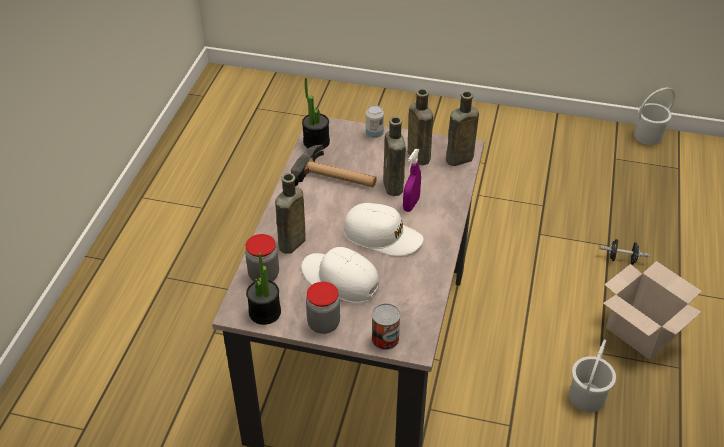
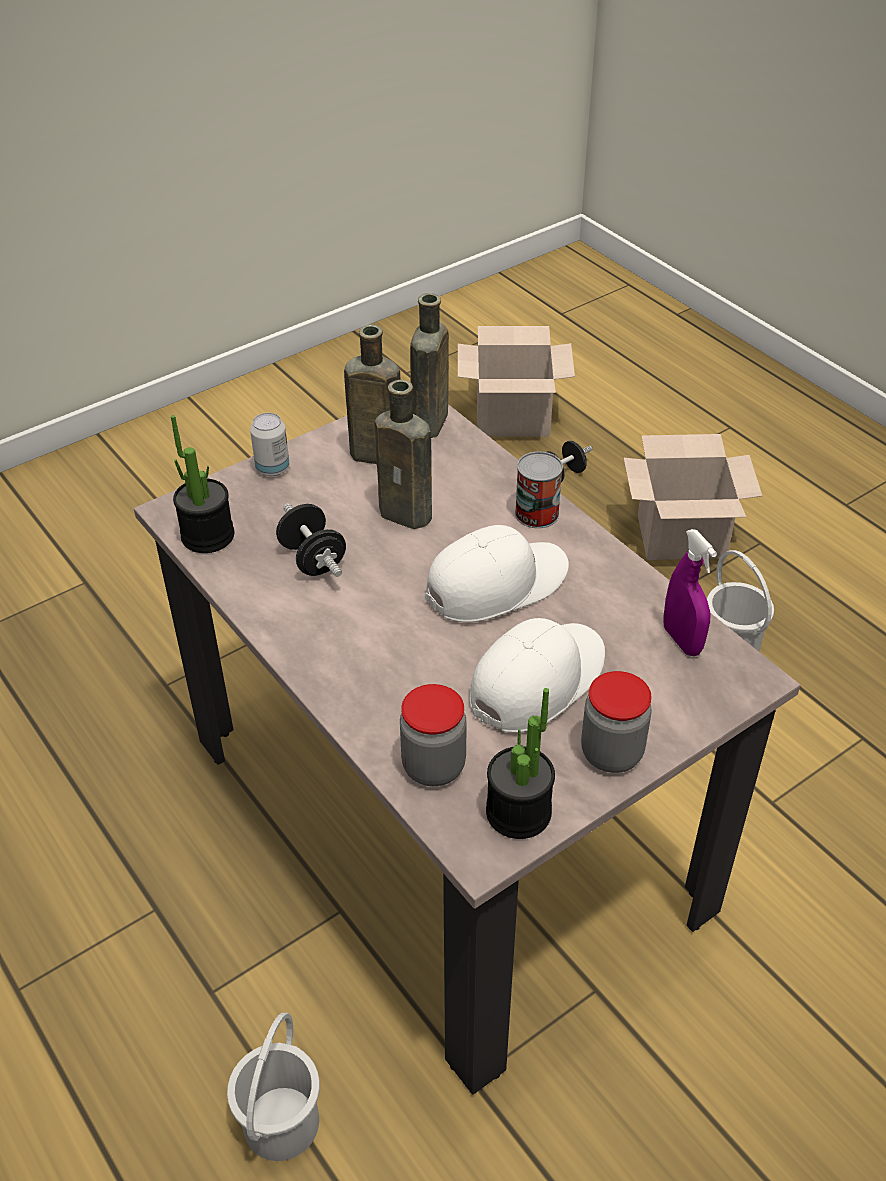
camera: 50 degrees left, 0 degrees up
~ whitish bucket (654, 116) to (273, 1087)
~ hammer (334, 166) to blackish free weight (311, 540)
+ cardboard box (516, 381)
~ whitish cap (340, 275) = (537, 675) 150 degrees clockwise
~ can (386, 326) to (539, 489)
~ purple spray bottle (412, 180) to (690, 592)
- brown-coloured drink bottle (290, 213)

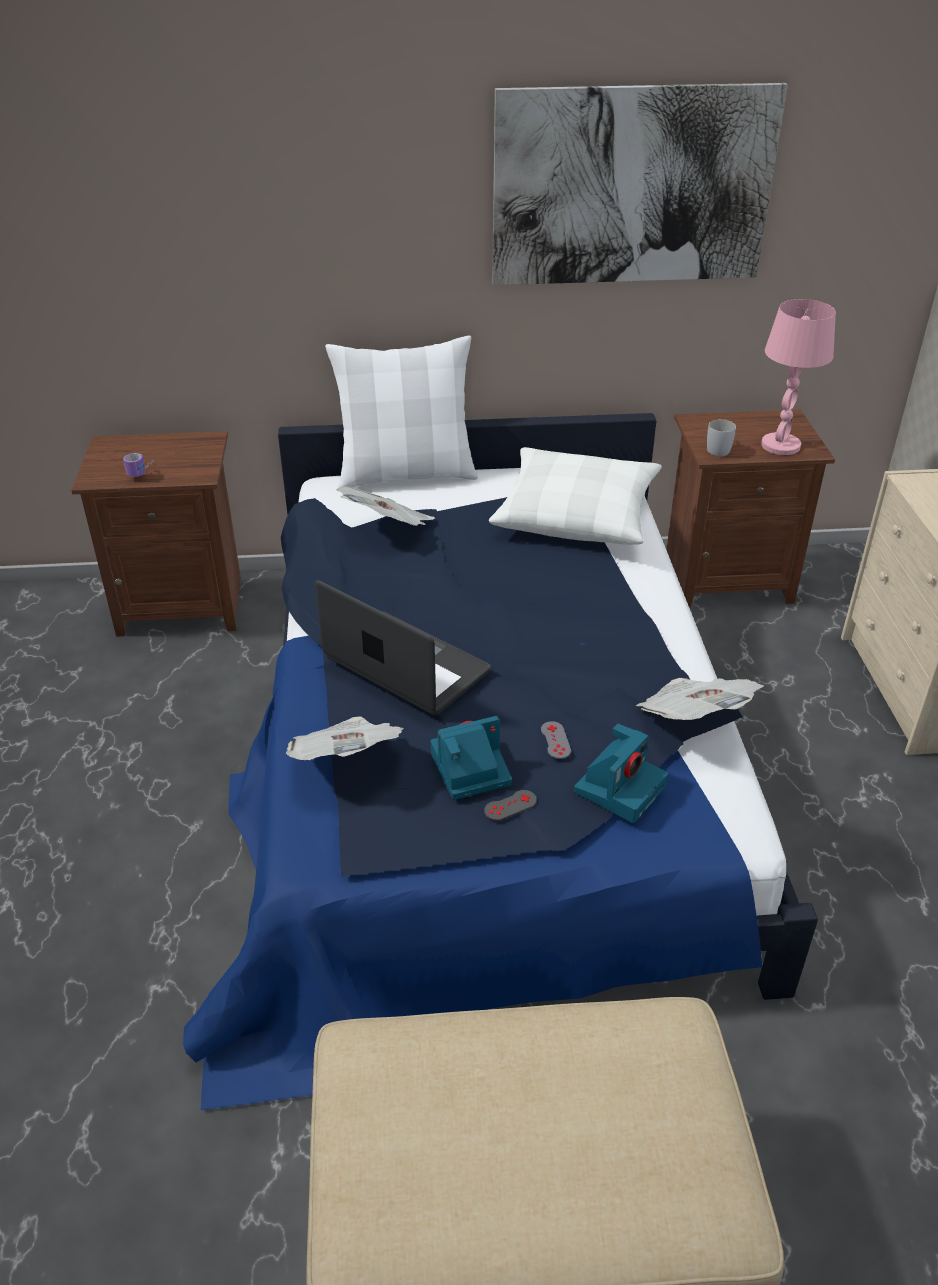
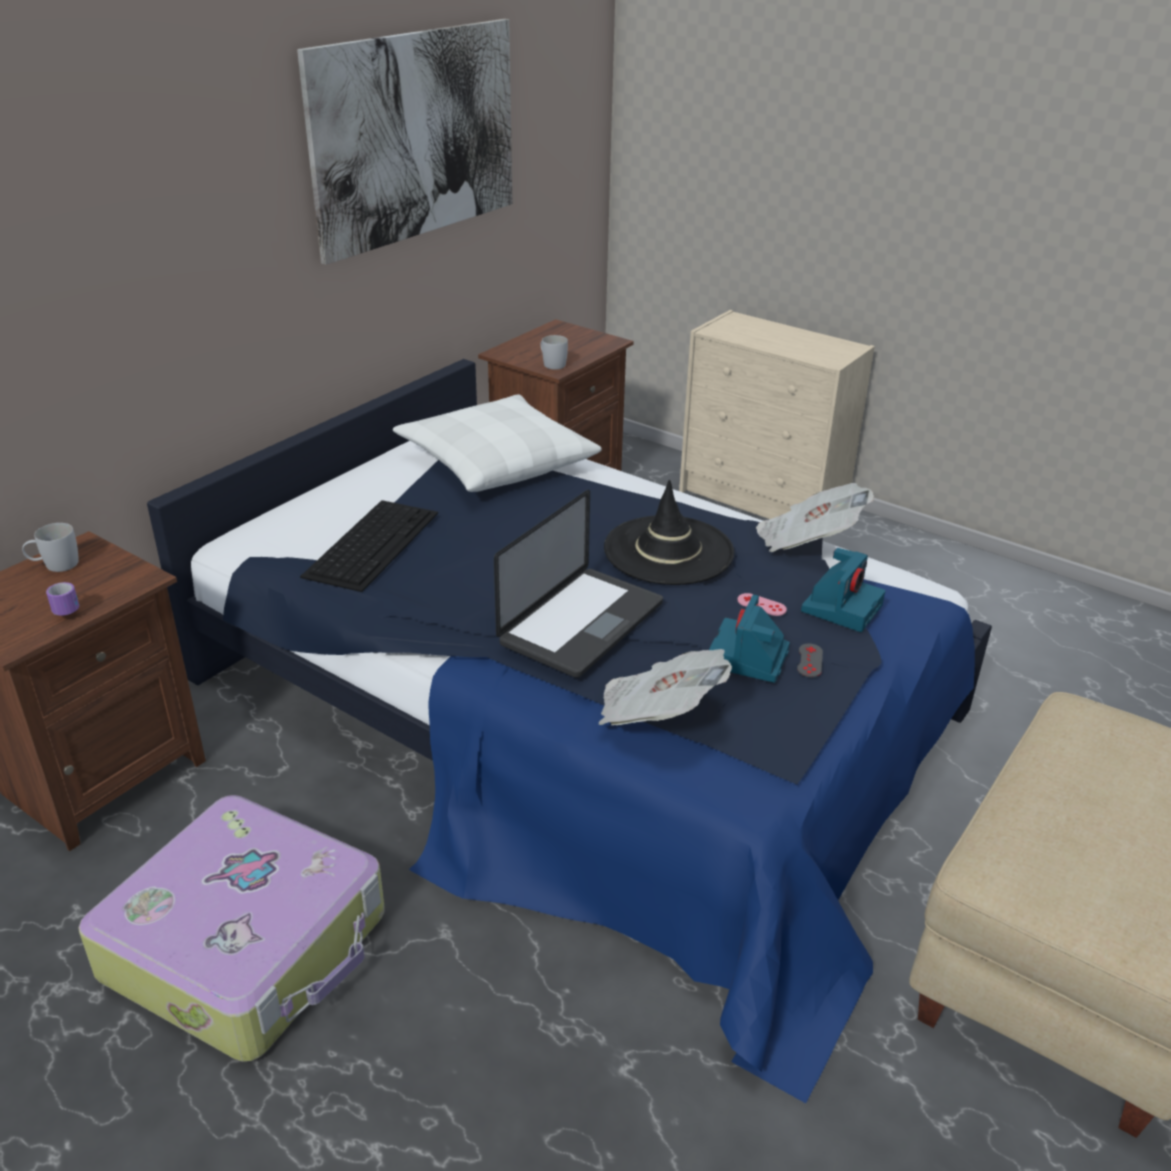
camera: 50 degrees left, 5 degrees down
+ whitish mug (50, 547)
+ piece of luggage (231, 928)
~ printed paper (386, 506) to computer keyboard (369, 546)
~ notebook computer (403, 647) = (578, 584) 135 degrees clockwise
+ blackish wearable hat (669, 532)
~ greyish game controller (556, 740) to pinkish game controller (762, 604)
~ photo camera (621, 773) = (843, 590) 45 degrees clockwise
- whitish cushion (401, 411)
- pinkish tabletop lamp (798, 377)

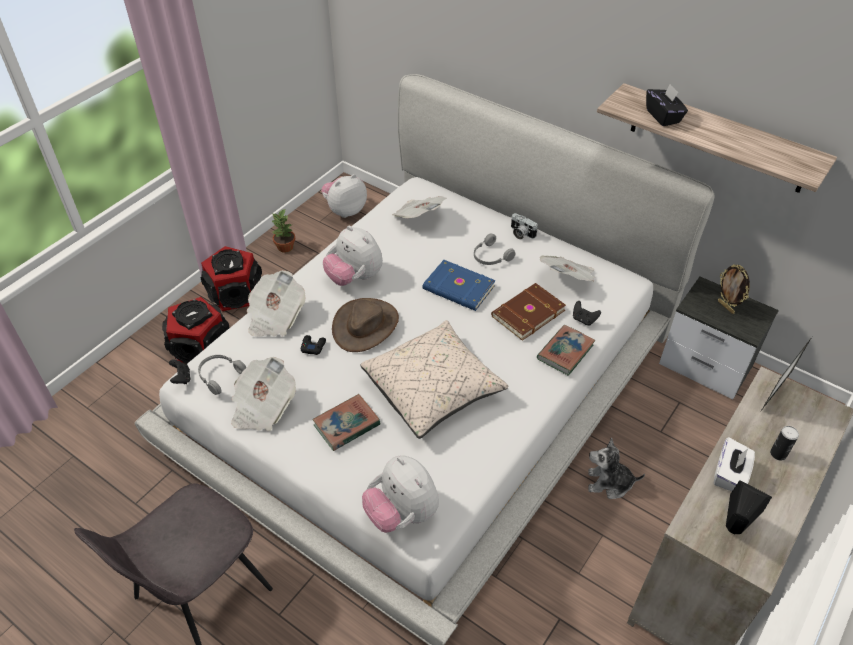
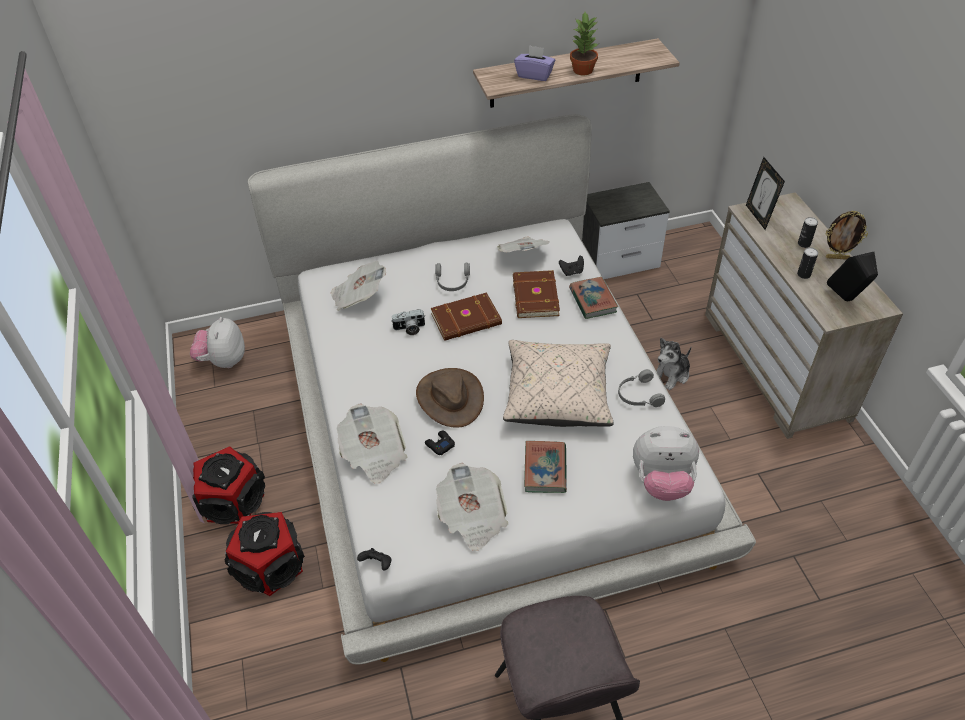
camera: 50 degrees left, 0 degrees up
~ photo camera (524, 226) to (408, 322)
~ blue-coloured volume (459, 285) to brown-coloured volume (466, 316)
~ blackish box of tissues (667, 105) to purple box of tissues (534, 63)
~ plant in a pot (283, 230) to (584, 44)
~ greyish headset (222, 375) to (641, 388)
~ whitish box of tissues (734, 464) to can (807, 263)
~ photo frame (734, 289) to (847, 235)
- cuddly toy (353, 256)

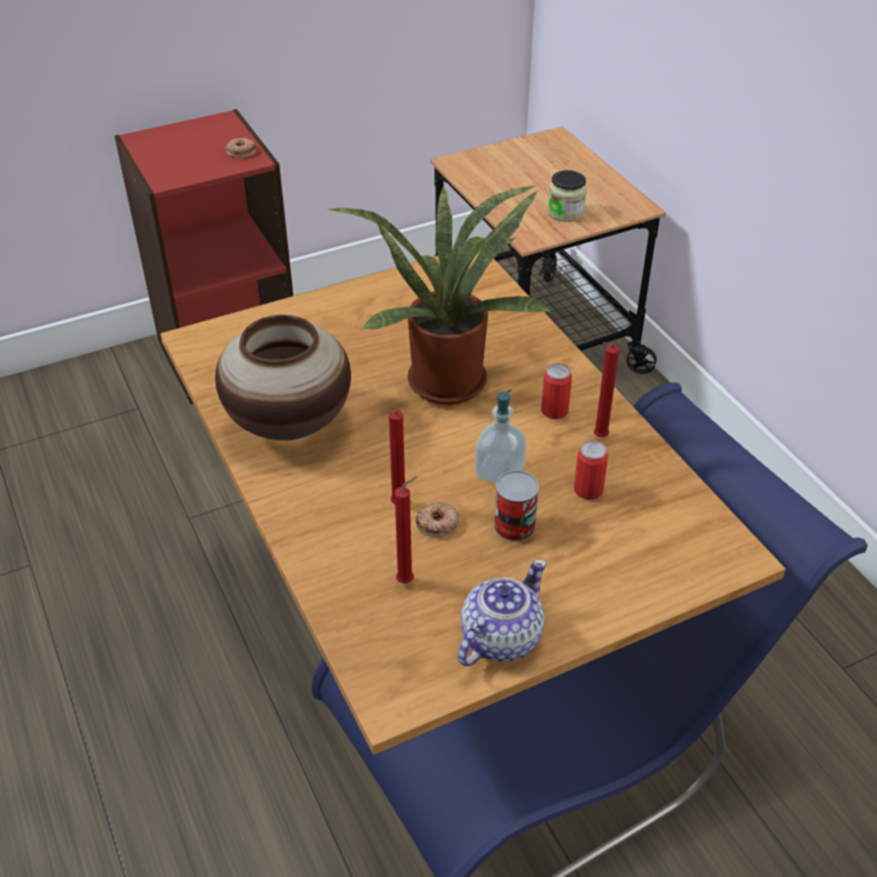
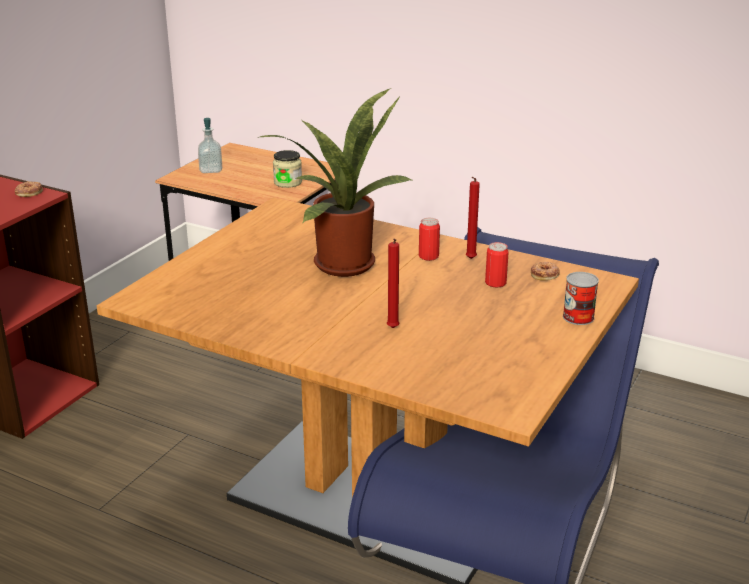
camera: 35 degrees left, 15 degrees down
~ soap bottle (500, 437) to (210, 145)
~ doughnut (438, 519) to (545, 271)
~ can (516, 506) to (581, 298)
- decorative vase (283, 377)
- reddish wax light (406, 530)
- teapot (502, 612)

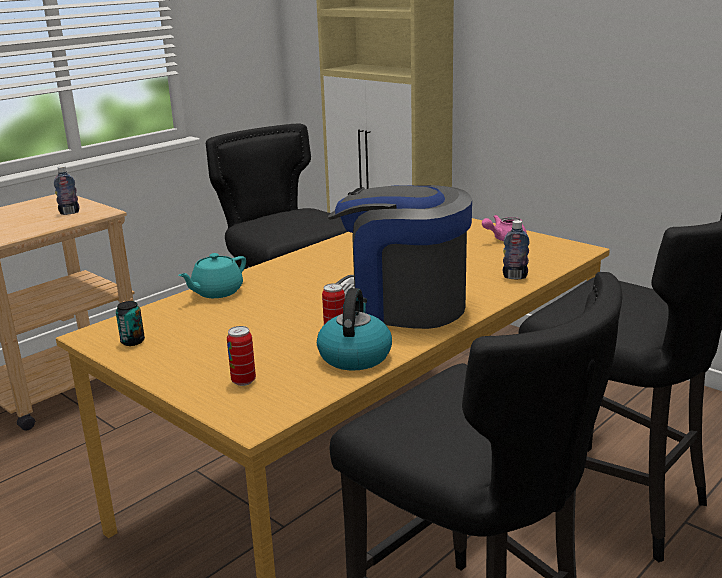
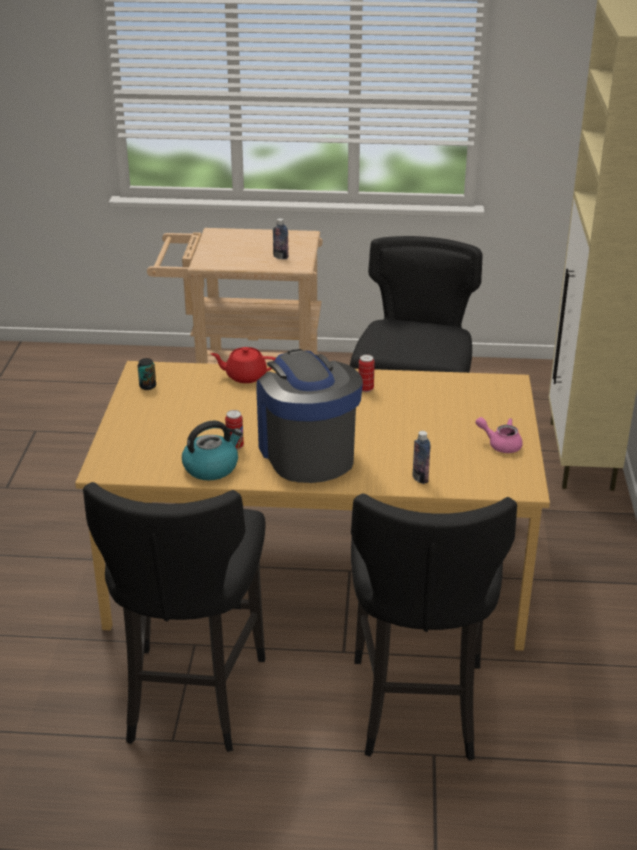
camera: 50 degrees right, 10 degrees up
~ turquoise teapot (212, 275) to reddish teapot (243, 365)
~ can (241, 356) to (366, 373)

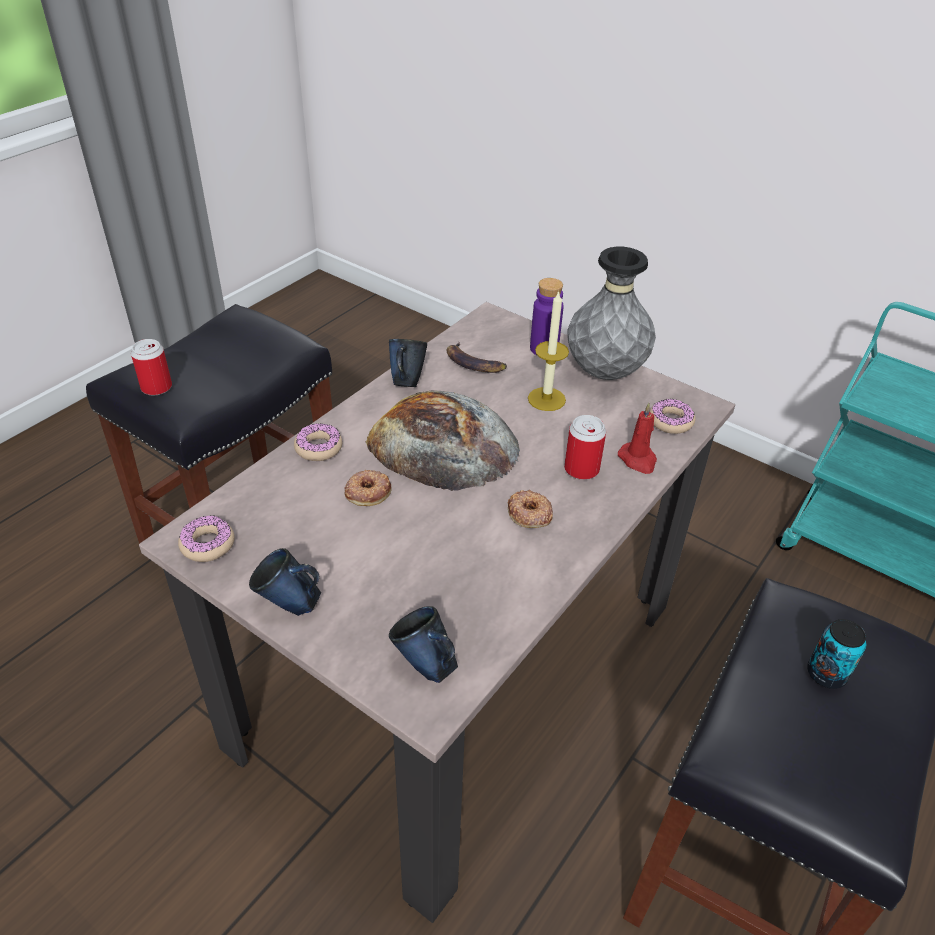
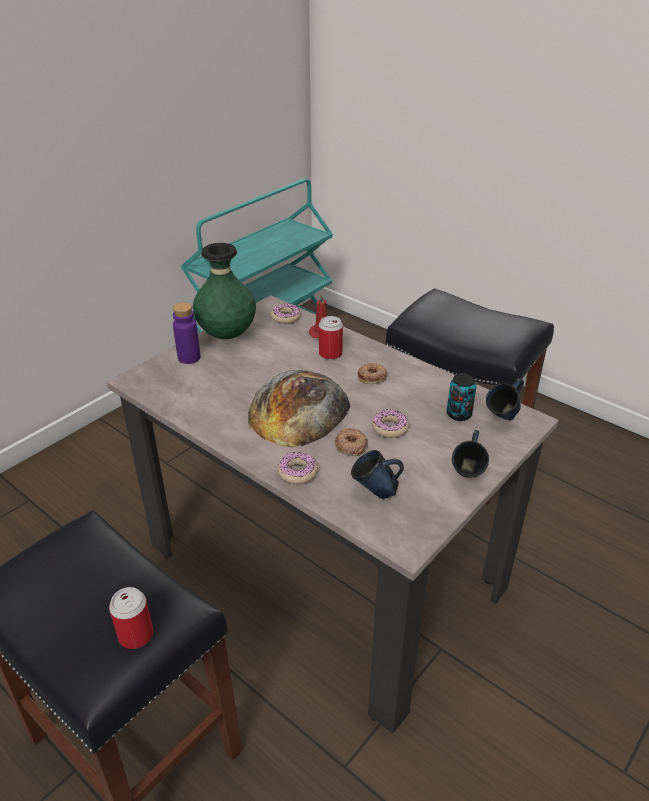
camera: 85 degrees left, 5 degrees down
~ greyish decorative vase (612, 313) to green decorative vase (224, 291)
~ blue-coloured mug (408, 363) to (377, 474)
~ doughnut (206, 538) to (390, 423)
~ can (837, 654) to (461, 397)
- whole banana (477, 357)
- wax light (548, 350)

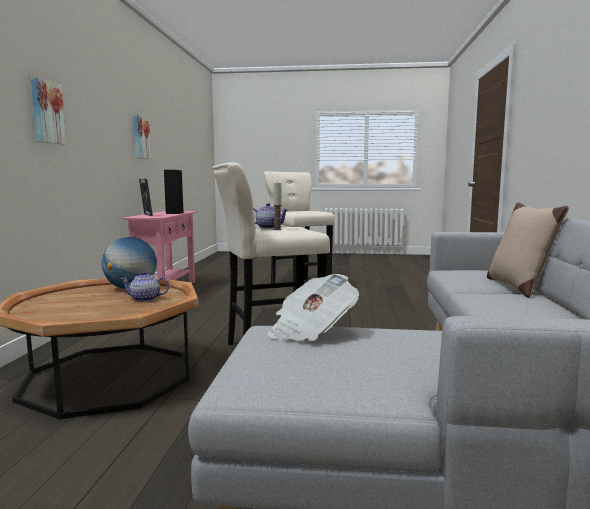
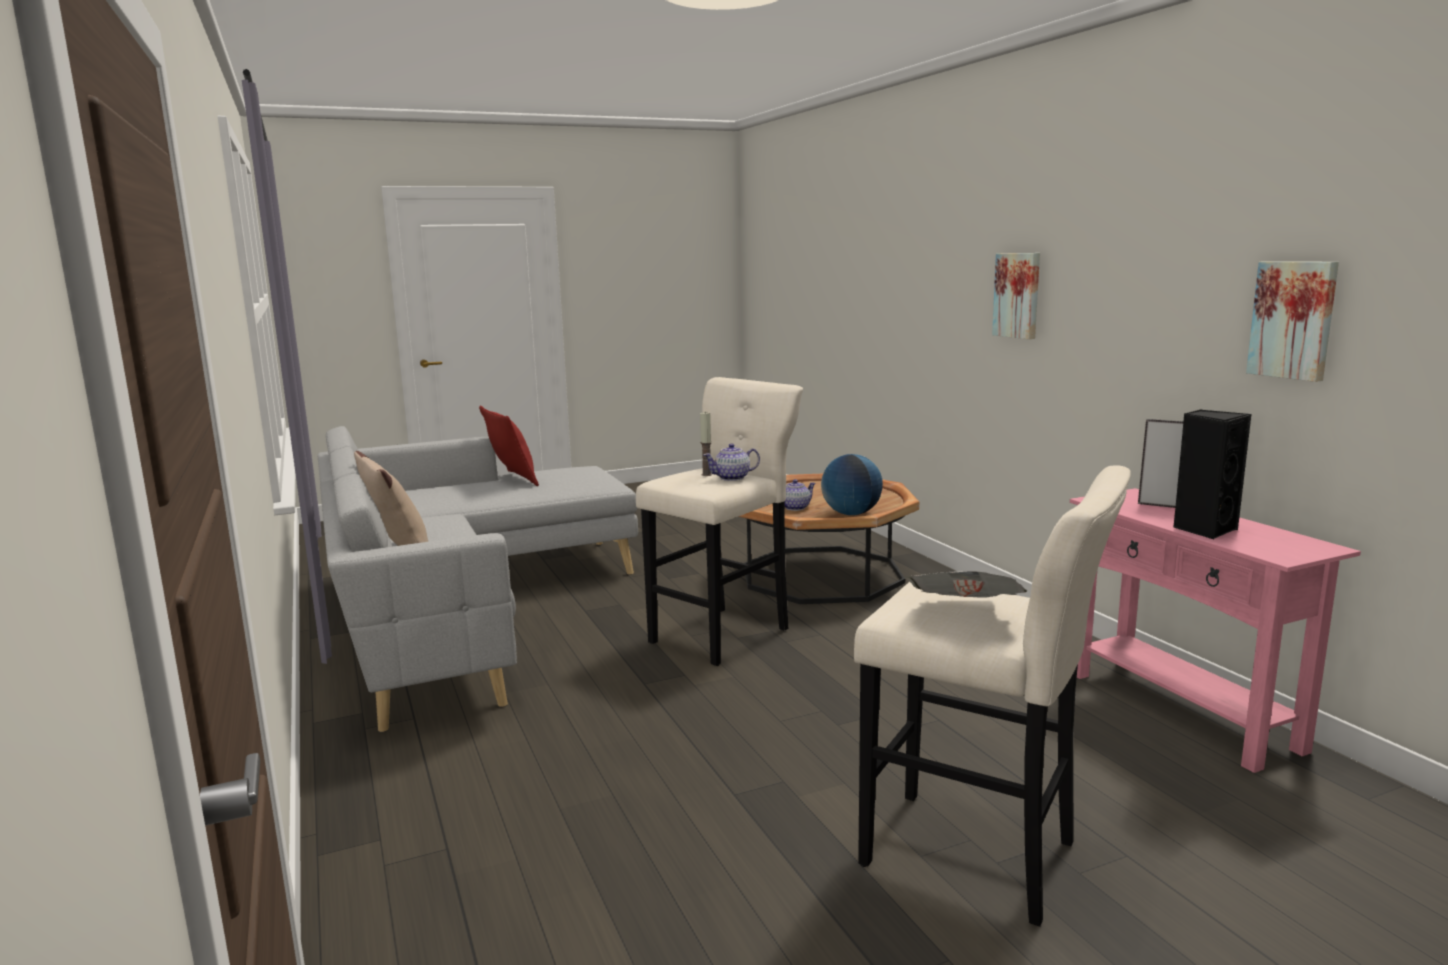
camera: 150 degrees right, 5 degrees up
+ reddish cushion (509, 446)
~ printed paper (313, 307) to (965, 584)

